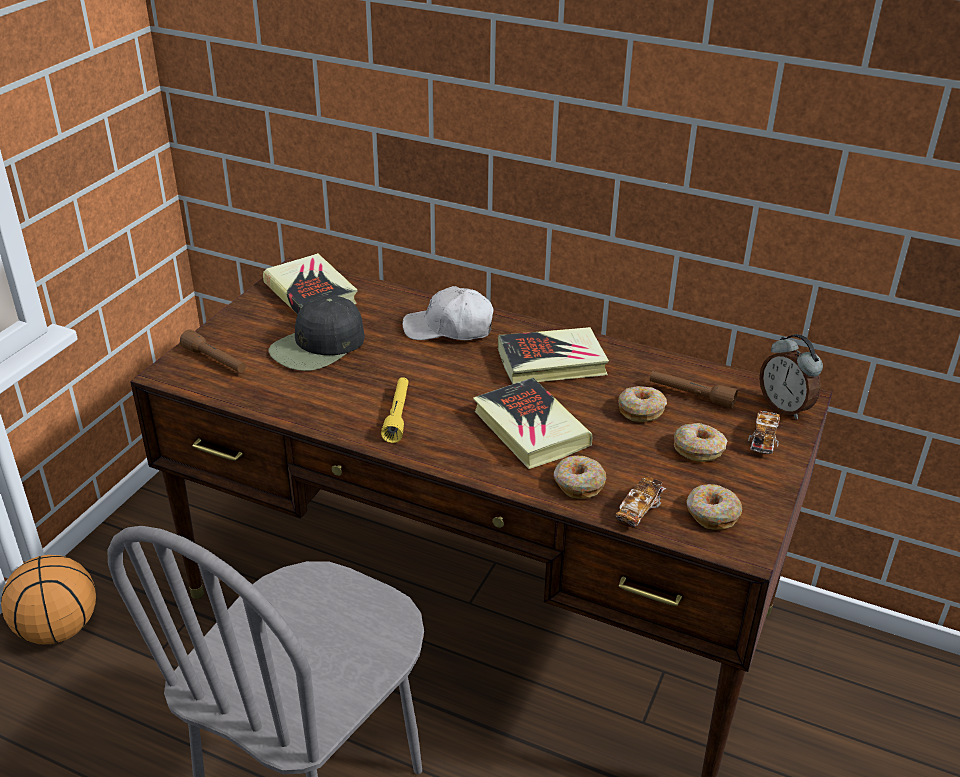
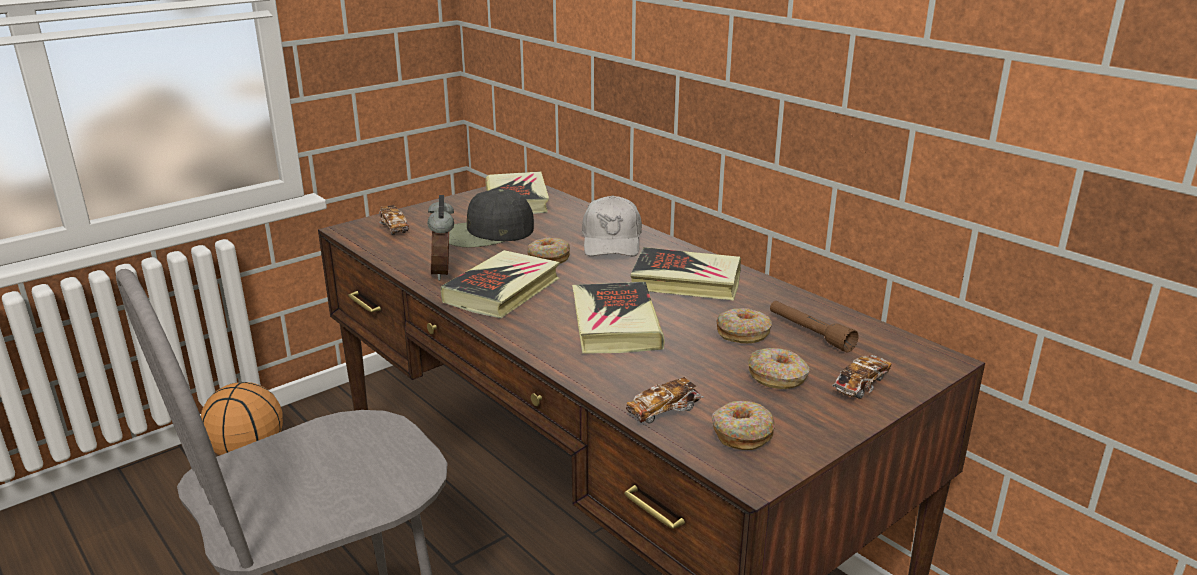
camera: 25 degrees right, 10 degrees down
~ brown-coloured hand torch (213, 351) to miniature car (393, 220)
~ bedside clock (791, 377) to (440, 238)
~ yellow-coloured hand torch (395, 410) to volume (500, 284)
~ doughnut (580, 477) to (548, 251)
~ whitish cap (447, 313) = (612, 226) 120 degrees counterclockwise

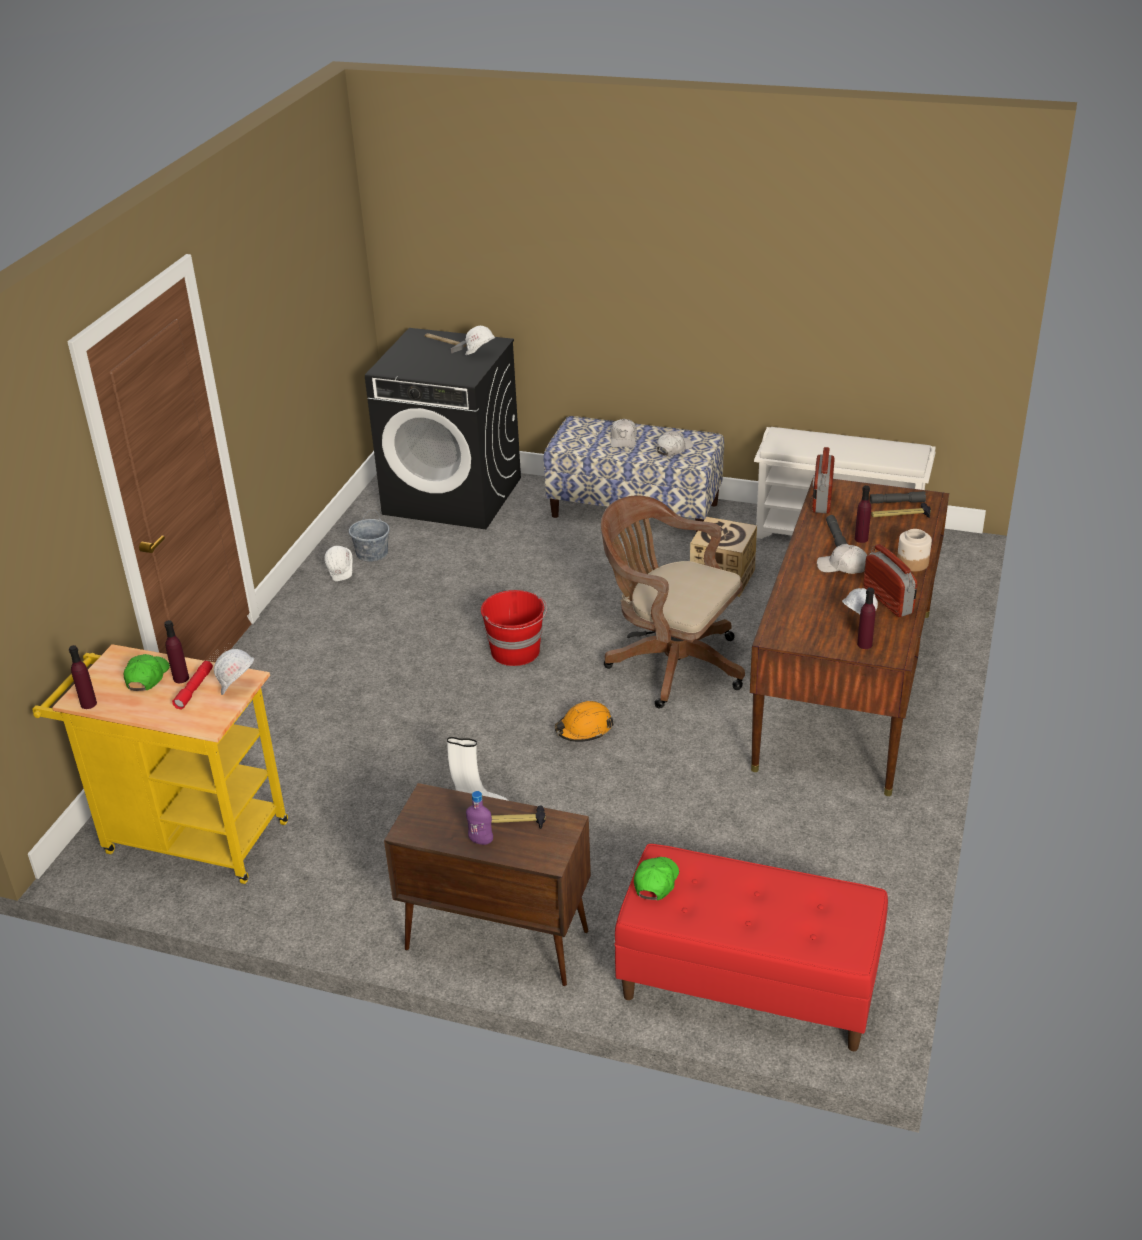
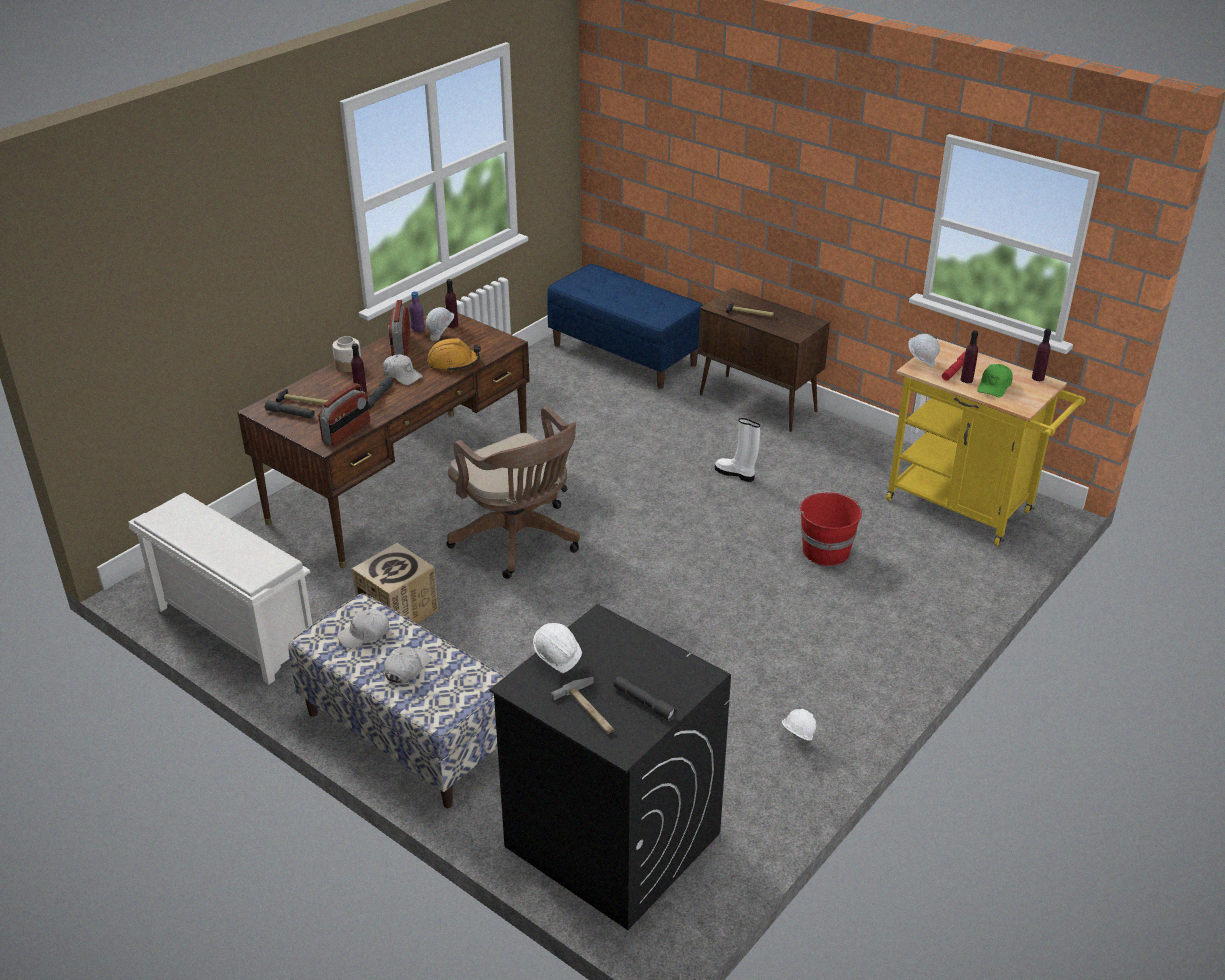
camera: 160 degrees left, 0 degrees up
~ purple drink bottle (479, 818) to (417, 312)
~ orange safety helmet (584, 721) to (454, 355)
~ reddish indoor bench (751, 947) to blue-coloured indoor bench (625, 326)
+ greyish hand torch (645, 699)
~ reddish bucket (514, 628) to (830, 529)
- greyish bucket (369, 536)
- green cap (656, 878)

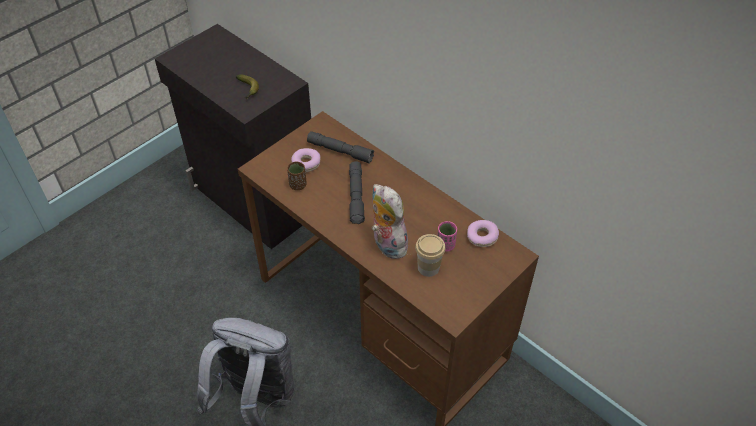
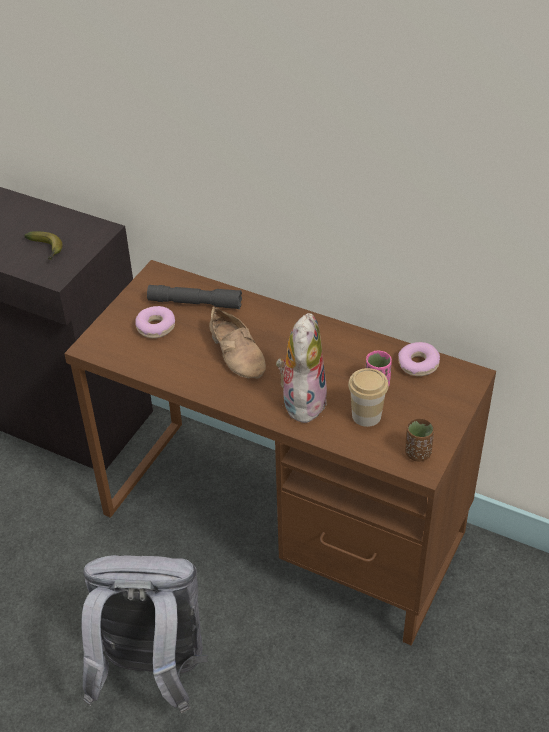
camera: 15 degrees left, 5 degrees down
~ greyish hand torch (357, 192) to beige-coloured item of footwear (237, 343)
~ cuddly toy (391, 221) = (301, 368) 60 degrees clockwise
~ brown-coloured small cup (297, 176) to (419, 439)

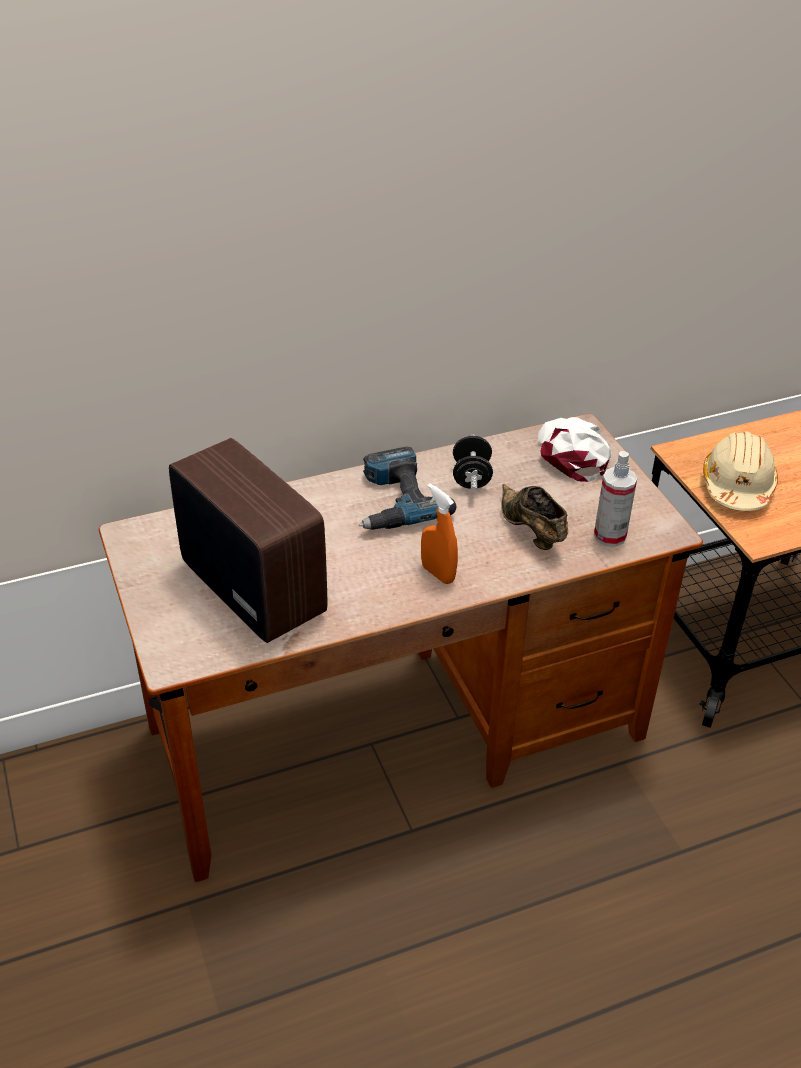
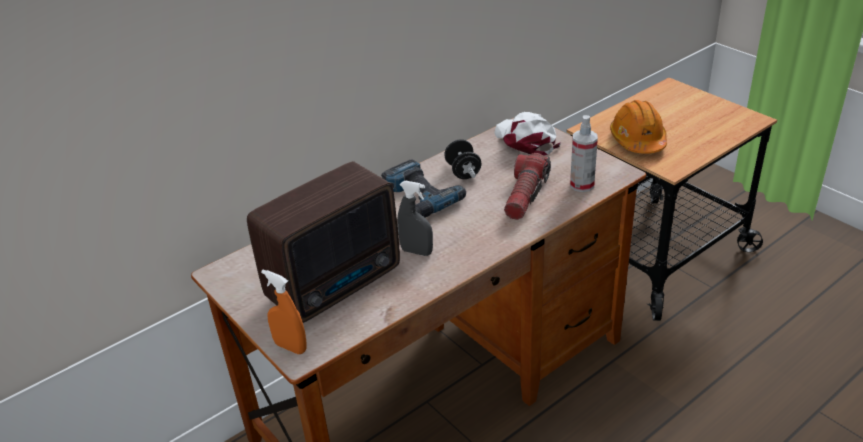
camera: 15 degrees left, 5 degrees down
~ radio receiver (248, 540) = (323, 242) 105 degrees clockwise
~ orange spray bottle (439, 534) to (284, 312)
+ greyish spray bottle (415, 218)
~ brown-coloured item of footwear (534, 517) to hand torch (527, 186)
~ beige-coloured safety helmet (740, 471) to orange safety helmet (638, 127)

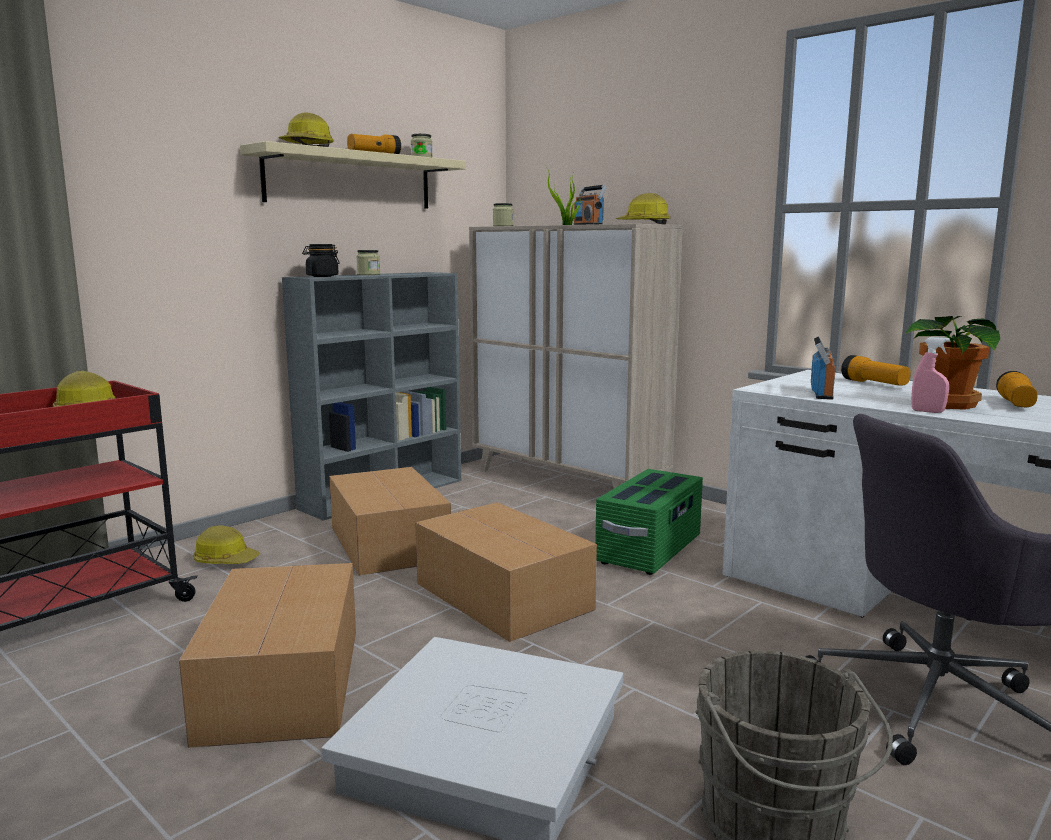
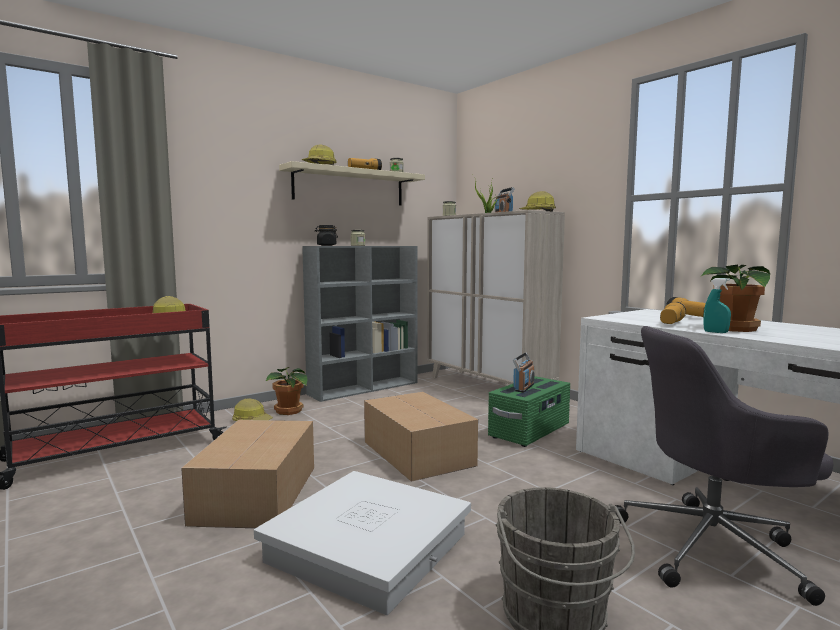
camera: 10 degrees right, 5 degrees down
+ plant in a pot (287, 391)
~ radio receiver (823, 368) to (524, 372)
~ hand torch (1017, 389) to (673, 313)
~ pinkish spray bottle (930, 375) to turquoise spray bottle (717, 305)
- cardboard box (390, 521)

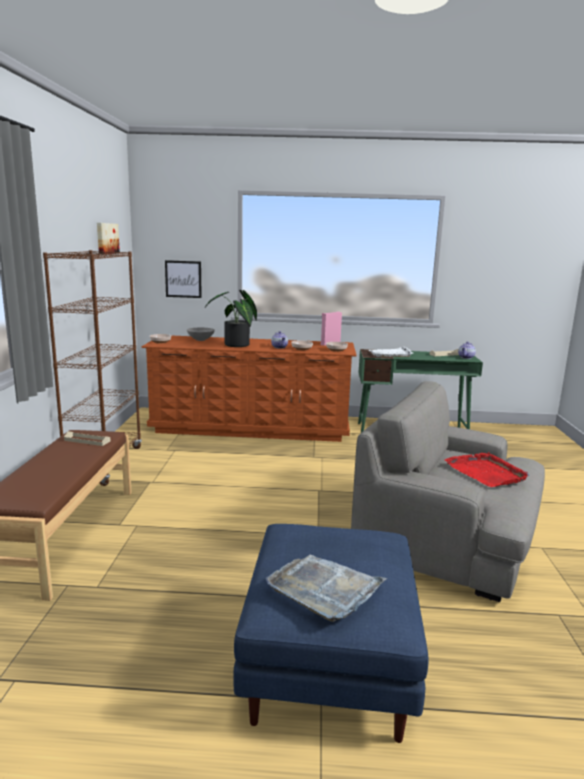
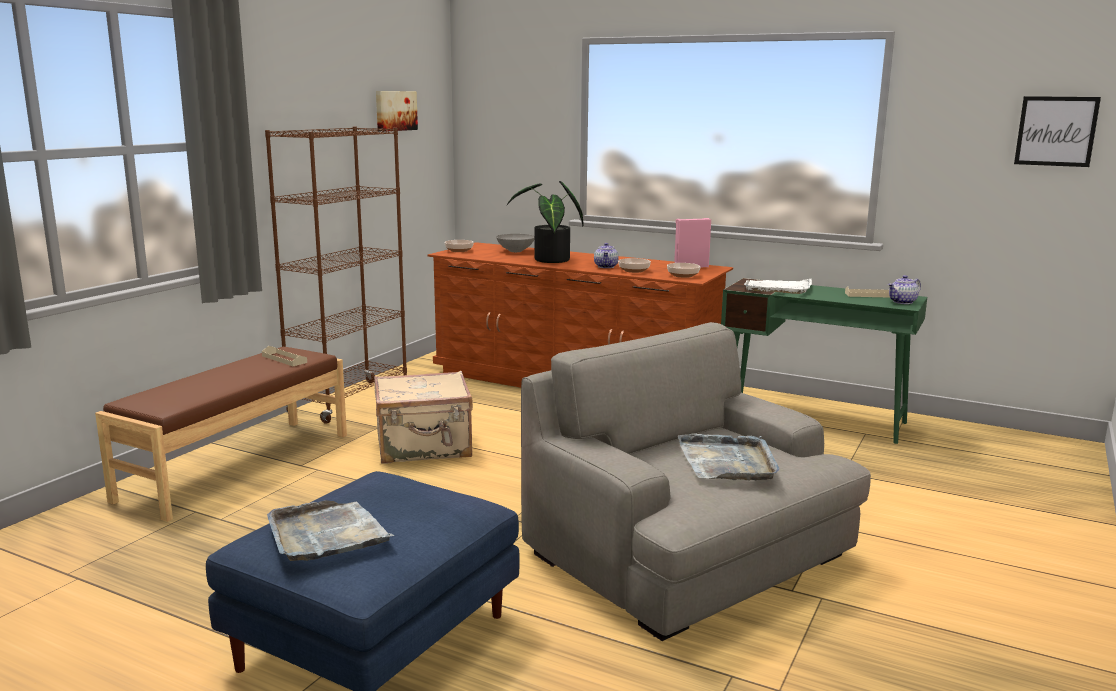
camera: 25 degrees right, 0 degrees up
+ beige-coloured piece of luggage (423, 417)
~ reddish carrying tray (487, 469) to greyish carrying tray (729, 456)
~ picture (183, 279) to (1057, 131)

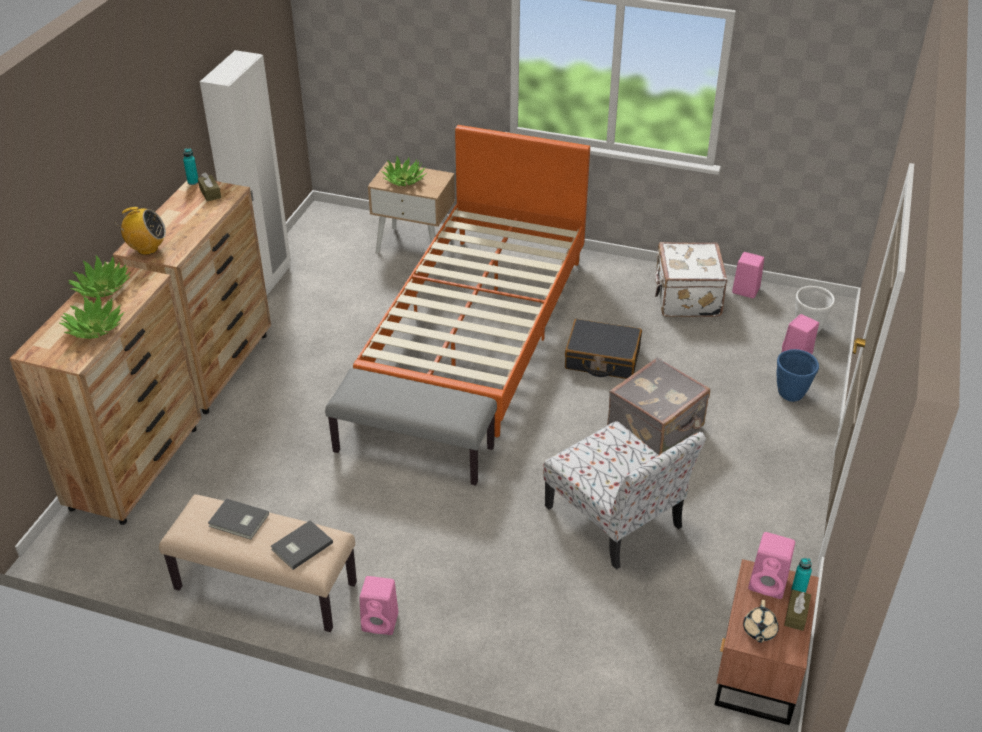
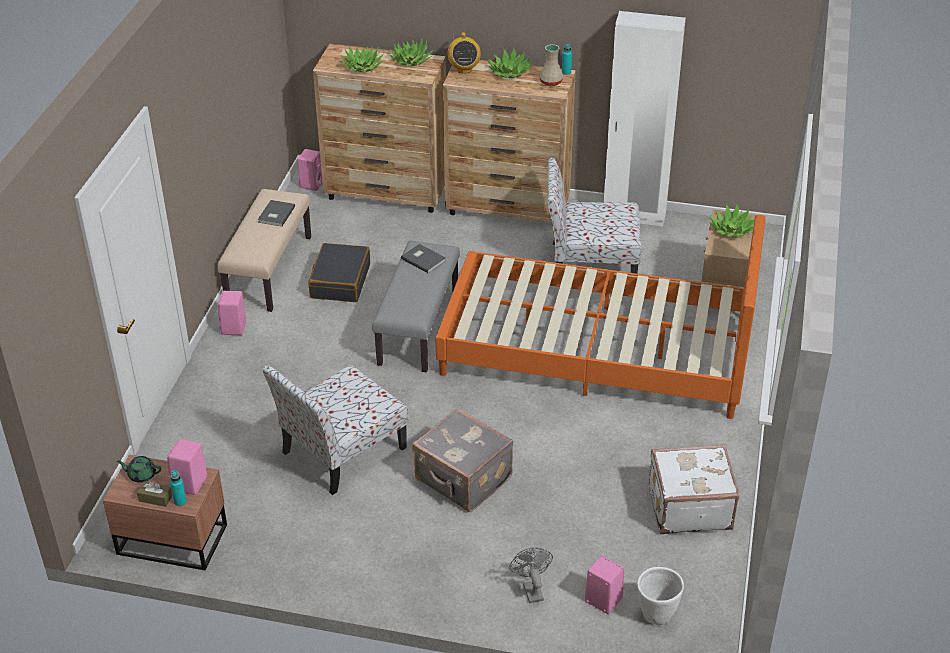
camera: 85 degrees right, 0 degrees up
~ beige-coloured teapot (761, 621) to green teapot (139, 469)
~ pinkish speaker (748, 275) to (310, 170)
~ blackish piece of luggage (603, 349) to (339, 272)
~ greyish volume (302, 545) to (423, 258)
+ plant in a pot (509, 63)
~ blue-coloured planter (797, 375) to greyish electric fan (531, 575)
~ brown-coloured box of tissues (209, 187) to beige-coloured decorative vase (551, 65)
+ chair (594, 215)

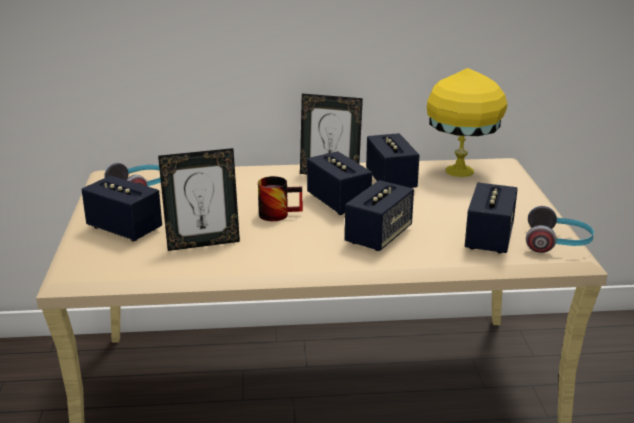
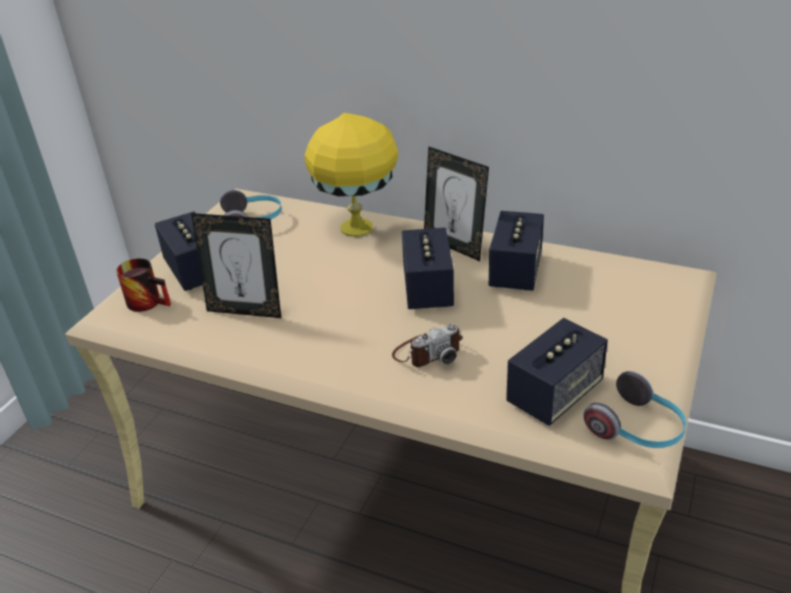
camera: 30 degrees right, 10 degrees up
~ mug (280, 198) to (143, 285)
~ yellow-coloured tabletop lamp (467, 122) to (351, 175)
~ speaker (379, 215) to photo camera (427, 345)

